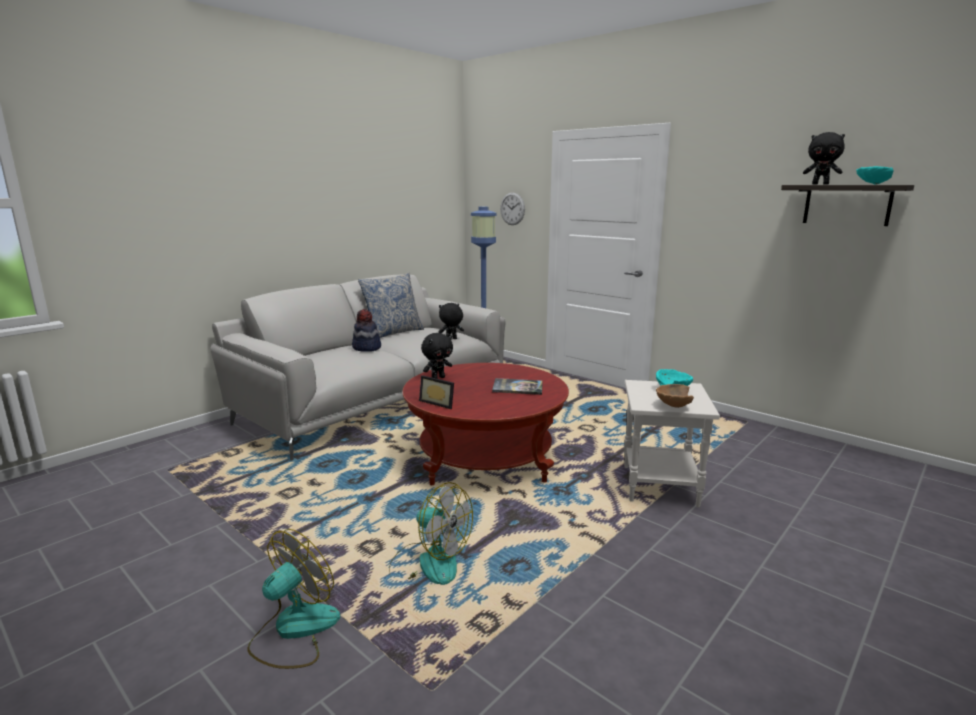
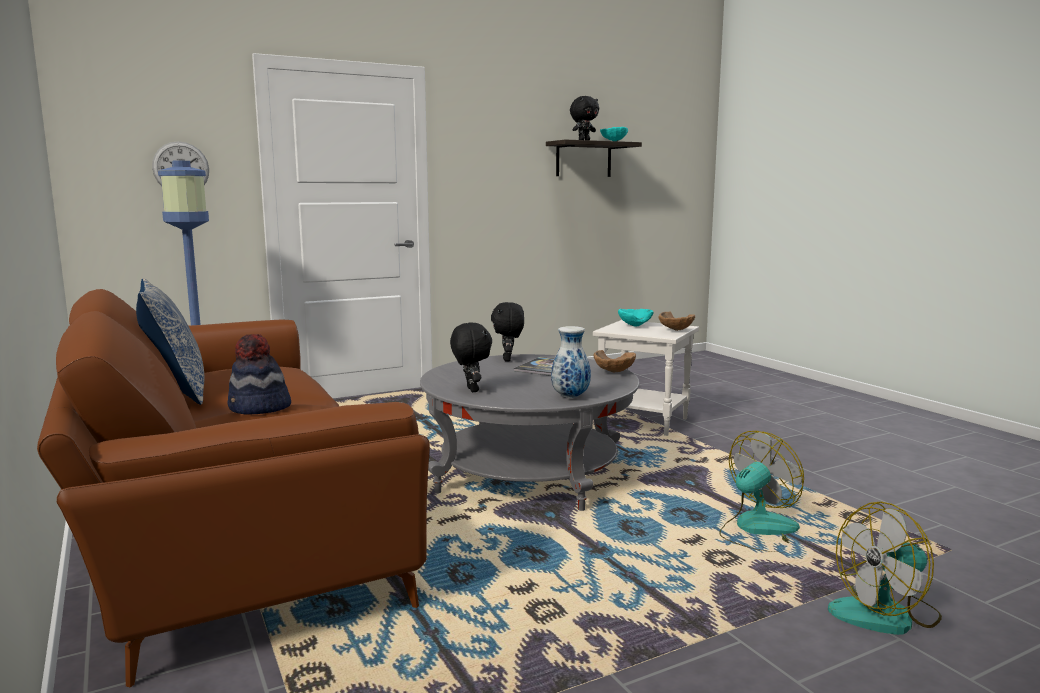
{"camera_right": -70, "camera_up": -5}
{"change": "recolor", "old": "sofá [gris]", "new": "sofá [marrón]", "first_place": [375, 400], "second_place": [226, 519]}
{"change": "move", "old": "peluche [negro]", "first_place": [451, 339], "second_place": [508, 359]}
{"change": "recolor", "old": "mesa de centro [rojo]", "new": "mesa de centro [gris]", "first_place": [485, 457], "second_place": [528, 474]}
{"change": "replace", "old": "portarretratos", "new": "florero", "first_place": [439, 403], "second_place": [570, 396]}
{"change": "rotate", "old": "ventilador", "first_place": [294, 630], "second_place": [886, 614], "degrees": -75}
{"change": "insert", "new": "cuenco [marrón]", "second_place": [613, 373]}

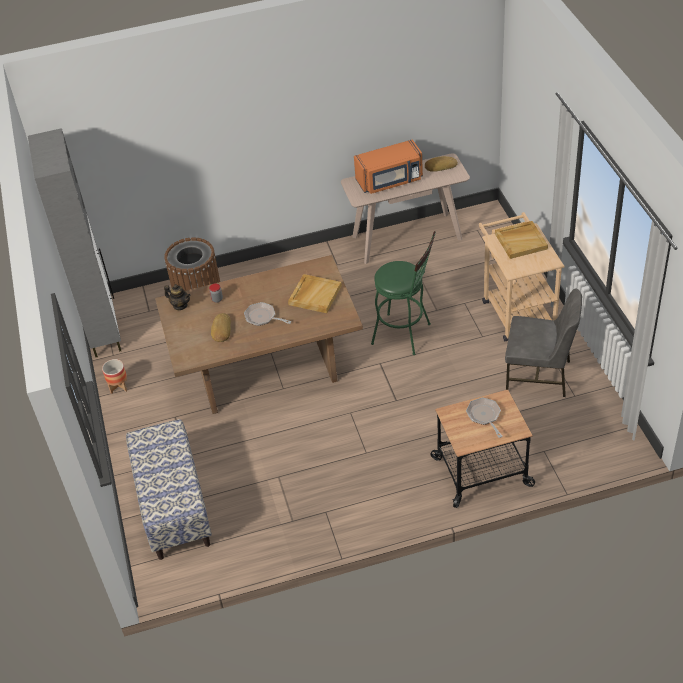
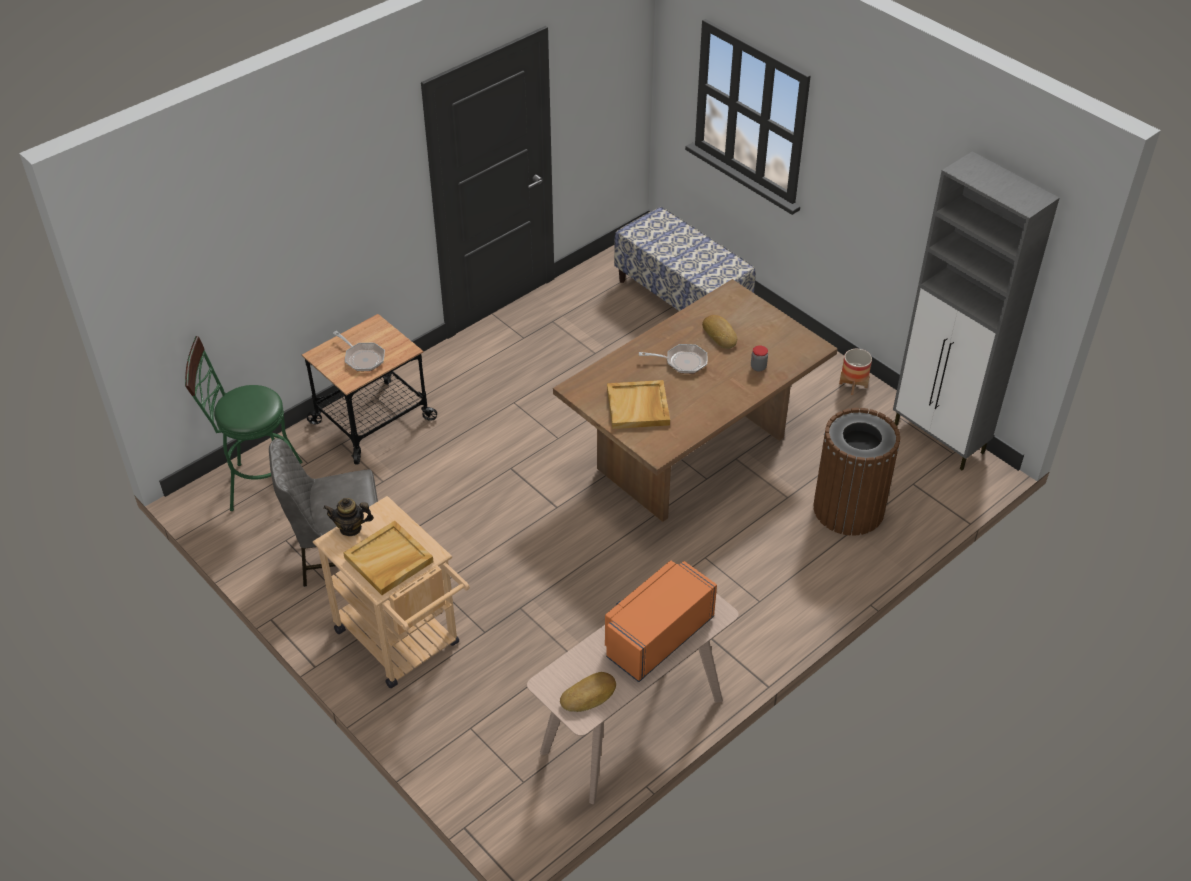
{"camera_right": 150, "camera_up": 0}
{"change": "move", "old": "taburete [verde]", "first_place": [406, 335], "second_place": [258, 486]}
{"change": "move", "old": "tetera", "first_place": [180, 305], "second_place": [351, 528]}

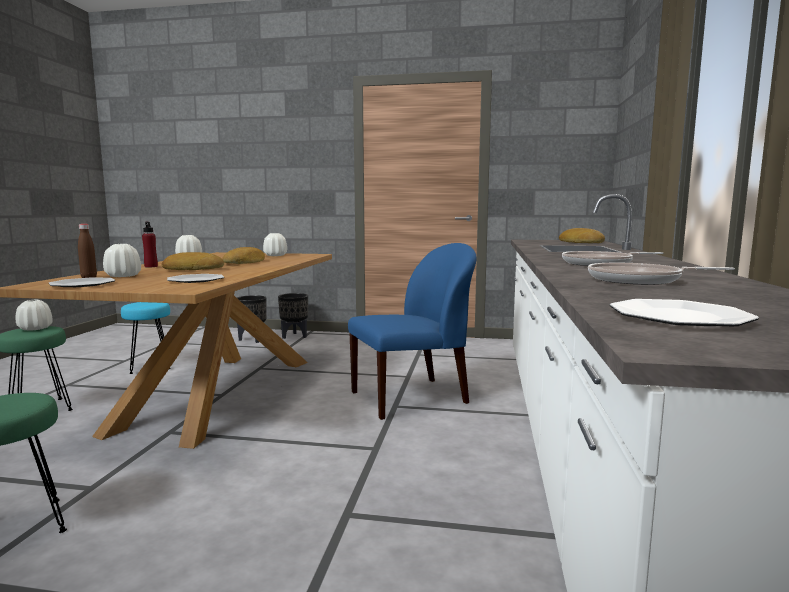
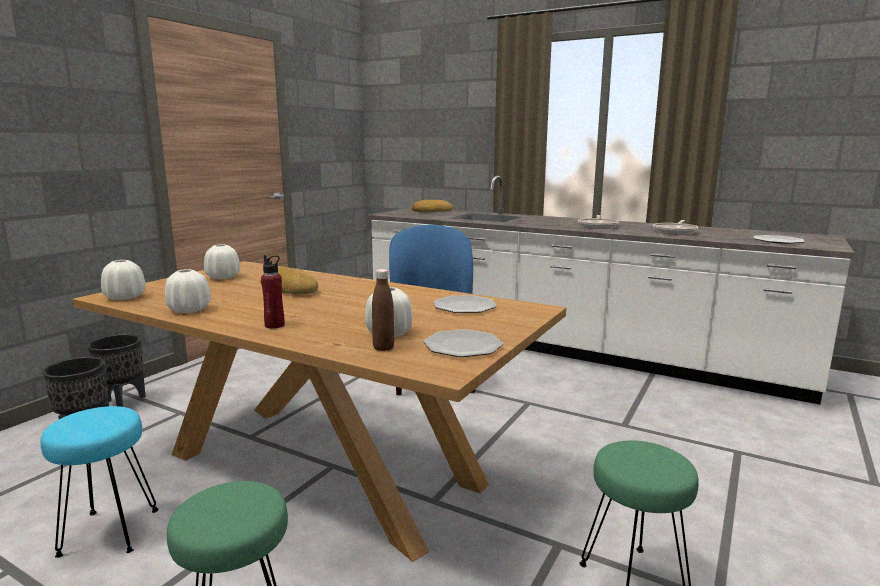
{"camera_right": -70, "camera_up": 5}
{"change": "delete", "old": "pan", "first_place": [193, 269]}
{"change": "move", "old": "florero [blanco]", "first_place": [35, 328], "second_place": [125, 297]}

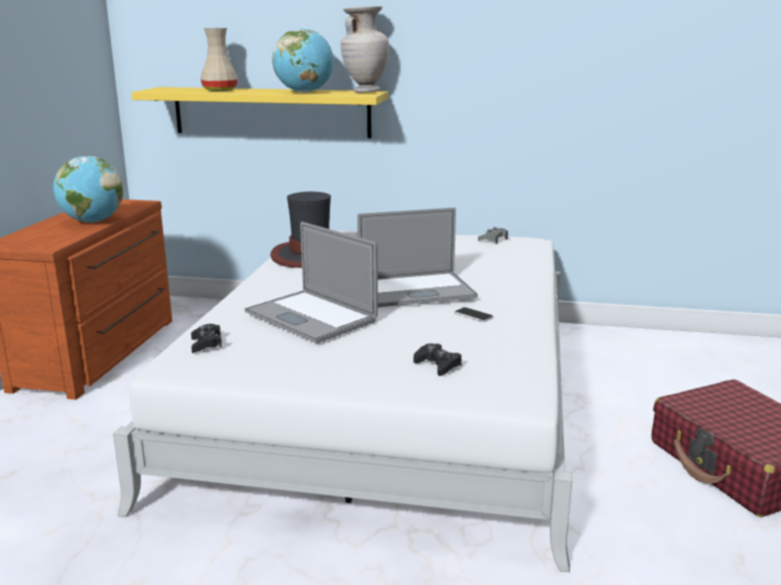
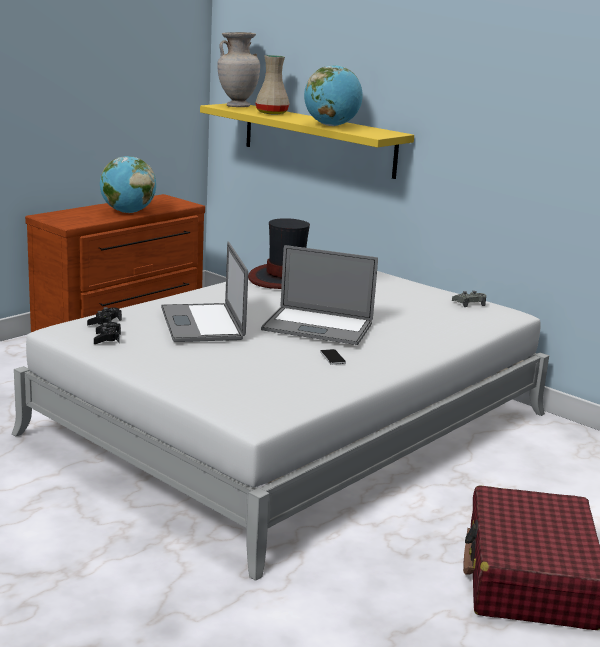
{"camera_right": 30, "camera_up": 0}
{"change": "move", "old": "florero [beis]", "first_place": [365, 92], "second_place": [237, 106]}
{"change": "move", "old": "mando de consola [negro]", "first_place": [437, 365], "second_place": [107, 338]}

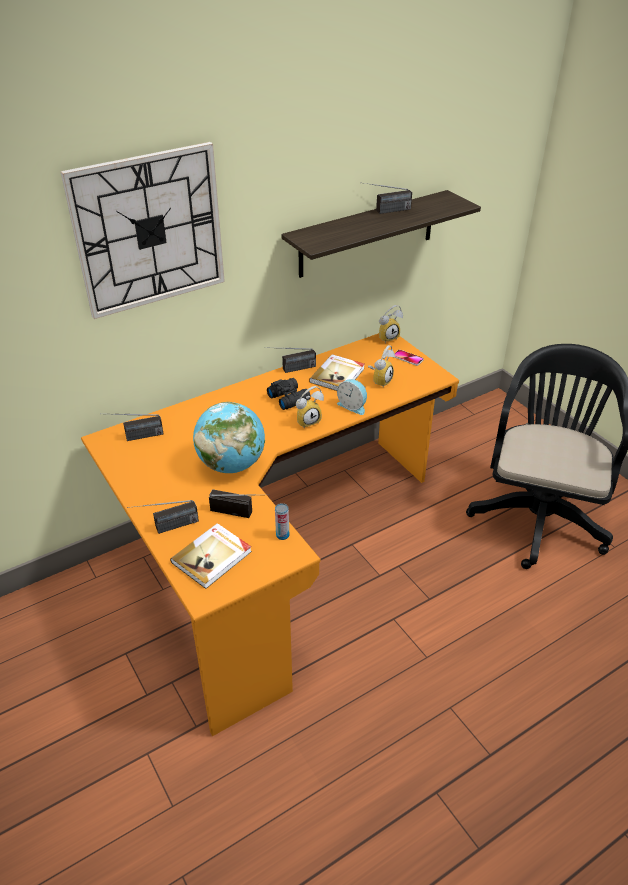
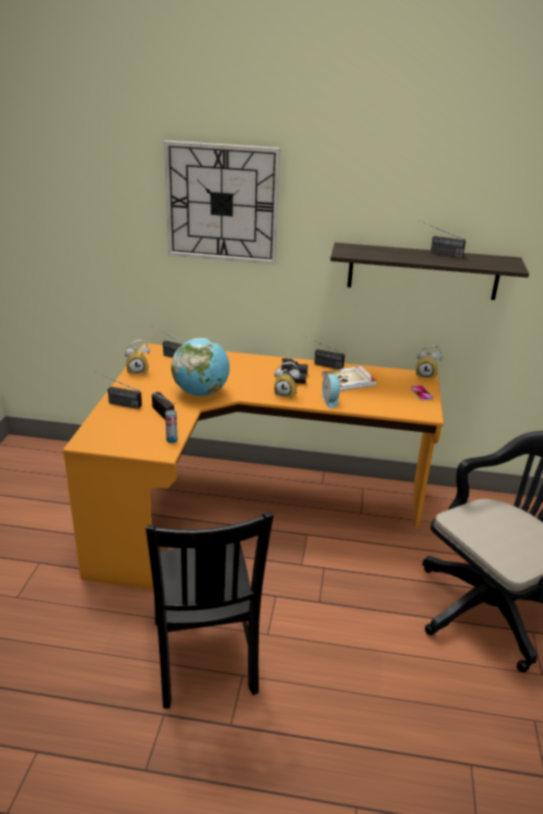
{"camera_right": 40, "camera_up": -10}
{"change": "move", "old": "despertador", "first_place": [380, 380], "second_place": [138, 371]}
{"change": "delete", "old": "libro", "first_place": [212, 557]}
{"change": "insert", "new": "silla [negro]", "second_place": [204, 659]}

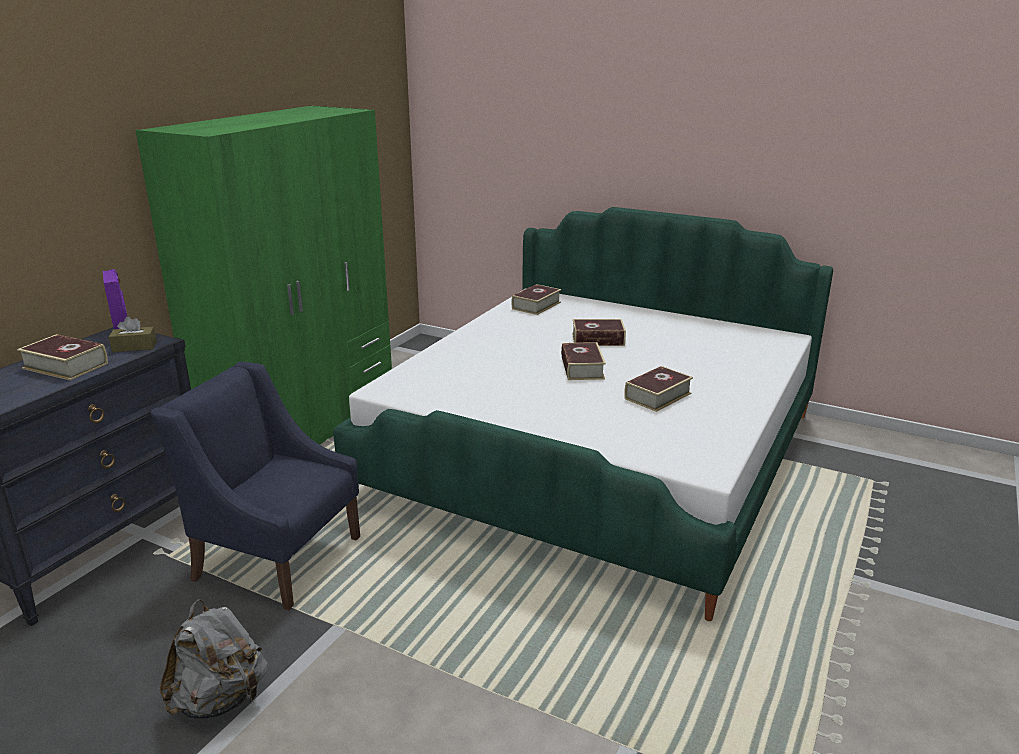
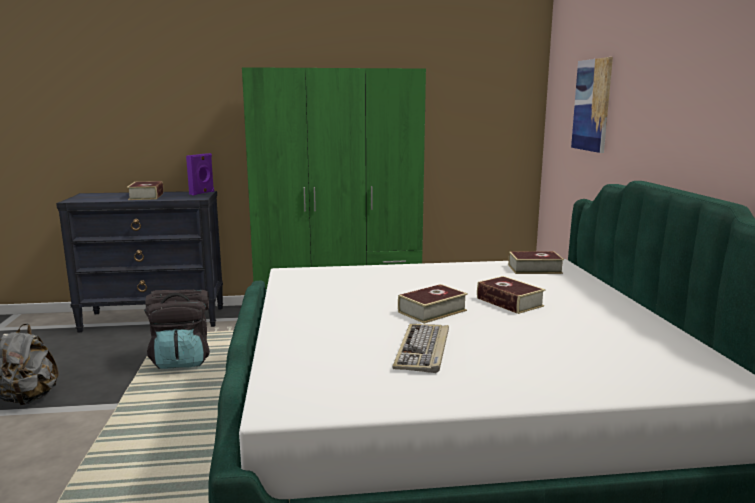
{"camera_right": 55, "camera_up": -10}
{"change": "delete", "old": "caja de pañuelos [marrón]", "first_place": [134, 347]}
{"change": "replace", "old": "sillón [azul]", "new": "mochila [negro]", "first_place": [277, 556], "second_place": [182, 360]}
{"change": "replace", "old": "libro", "new": "teclado", "first_place": [657, 396], "second_place": [423, 350]}
{"change": "insert", "new": "cuadro", "second_place": [592, 105]}

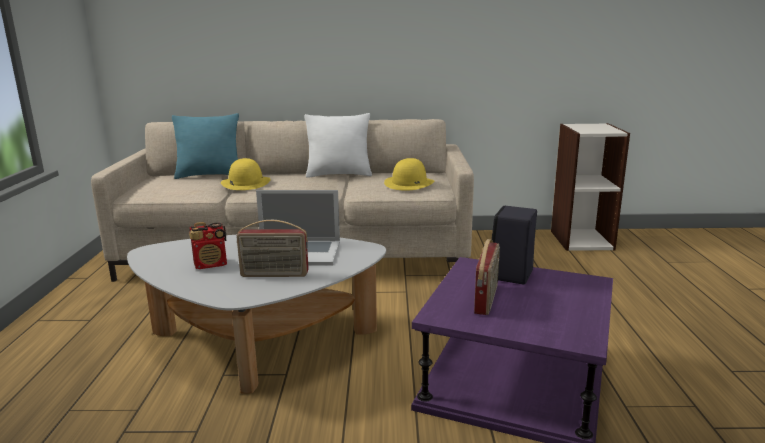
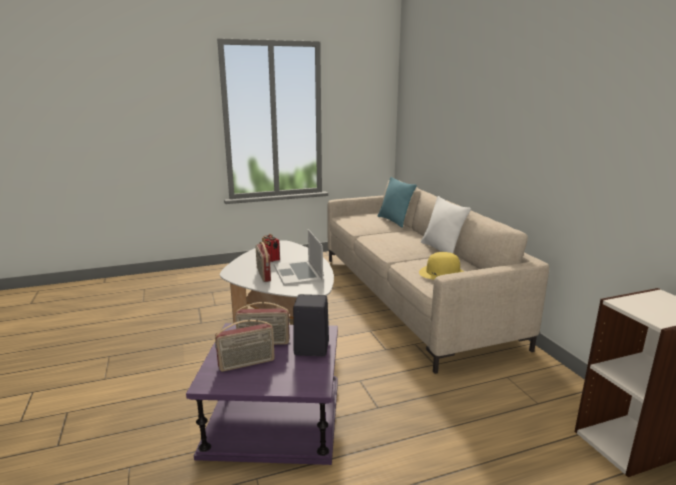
{"camera_right": 70, "camera_up": 0}
{"change": "delete", "old": "sombrero [amarillo]", "first_place": [245, 183]}
{"change": "insert", "new": "radio", "second_place": [247, 364]}

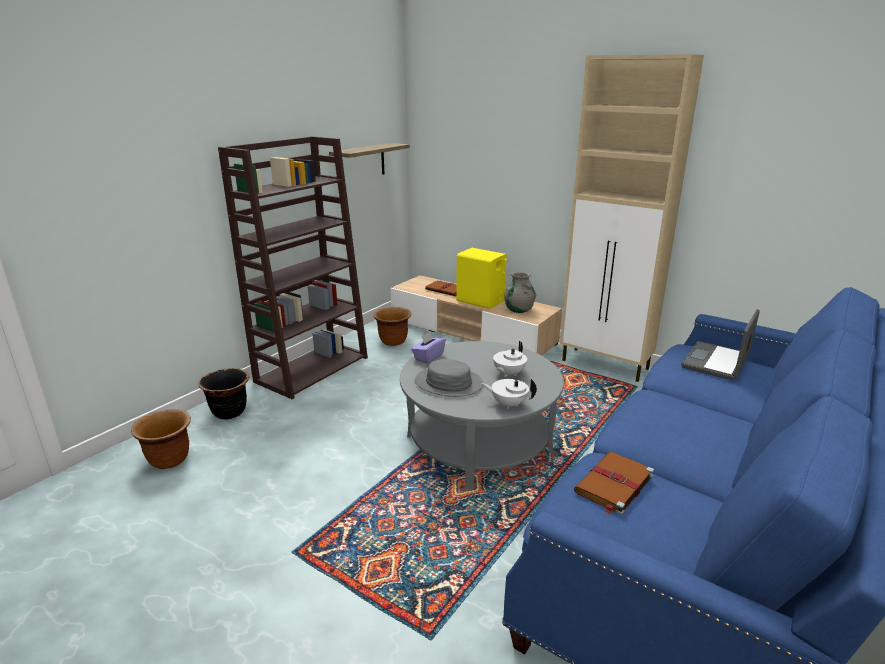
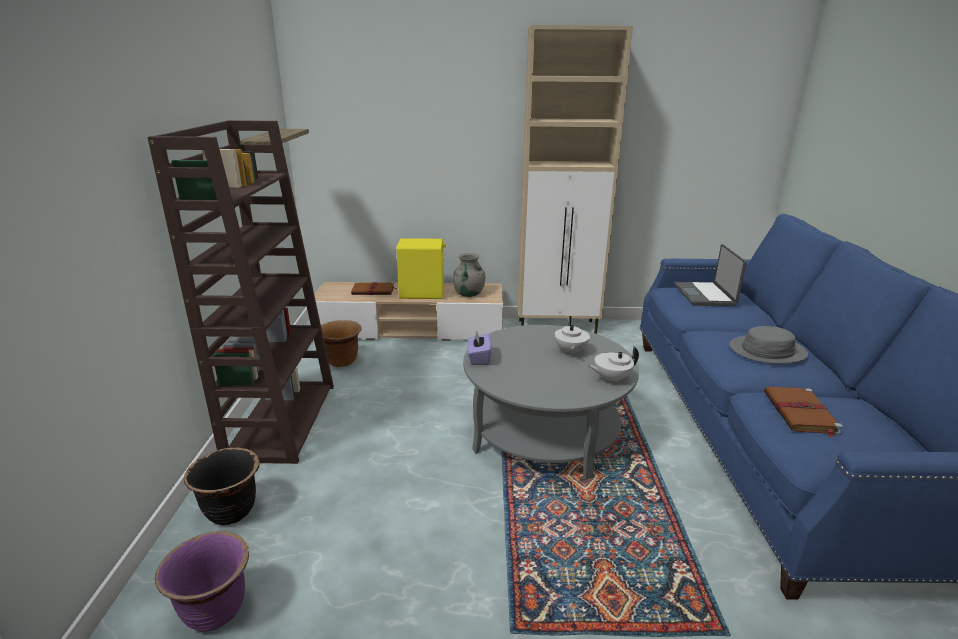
{"camera_right": -35, "camera_up": 0}
{"change": "move", "old": "sombrero [gris]", "first_place": [448, 383], "second_place": [767, 351]}
{"change": "recolor", "old": "maceta [marrón]", "new": "maceta [morado]", "first_place": [169, 460], "second_place": [215, 611]}

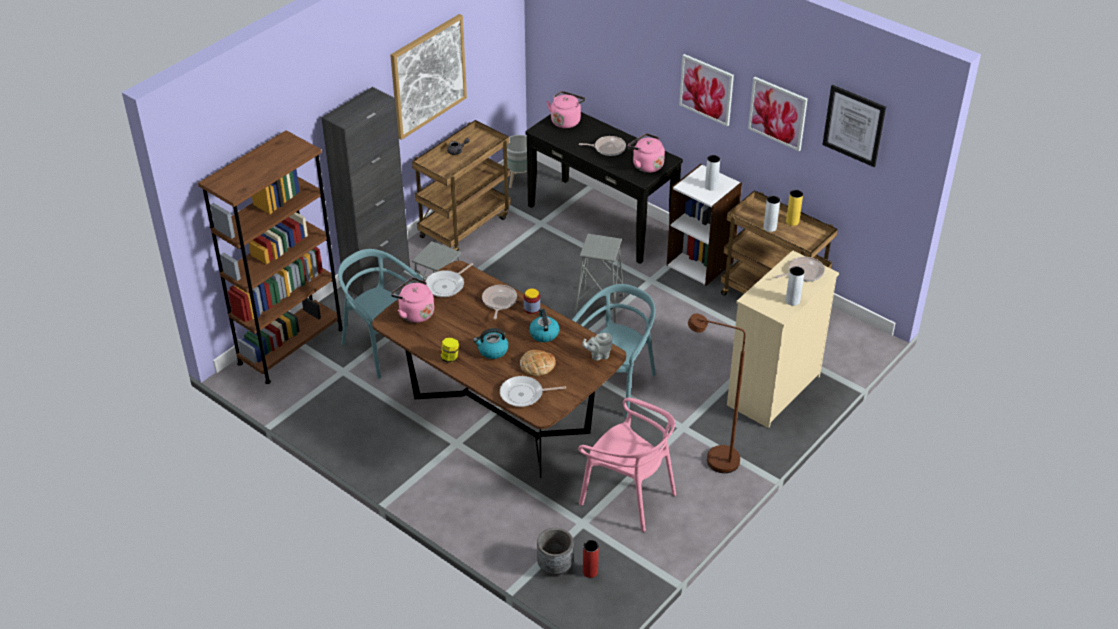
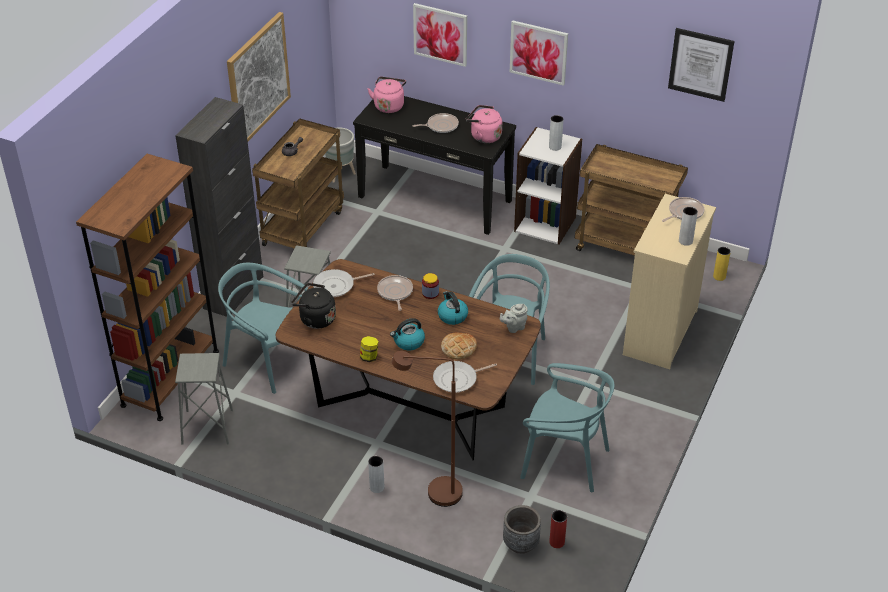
{"camera_right": -15, "camera_up": 0}
{"change": "move", "old": "cuadro", "first_place": [777, 113], "second_place": [440, 34]}
{"change": "move", "old": "florero [amarillo]", "first_place": [792, 221], "second_place": [719, 276]}
{"change": "move", "old": "florero [gris]", "first_place": [769, 227], "second_place": [377, 487]}
{"change": "move", "old": "taburete [gris]", "first_place": [599, 305], "second_place": [207, 427]}
{"change": "rotate", "old": "sartén", "first_place": [446, 285], "second_place": [336, 286], "degrees": 45}
{"change": "recolor", "old": "hervidor [rosa]", "new": "hervidor [negro]", "first_place": [414, 313], "second_place": [315, 319]}
{"change": "move", "old": "lámpara de pie [marrón]", "first_place": [713, 459], "second_place": [435, 493]}
{"change": "recolor", "old": "silla [rosa]", "new": "silla [turquesa]", "first_place": [628, 496], "second_place": [564, 461]}

